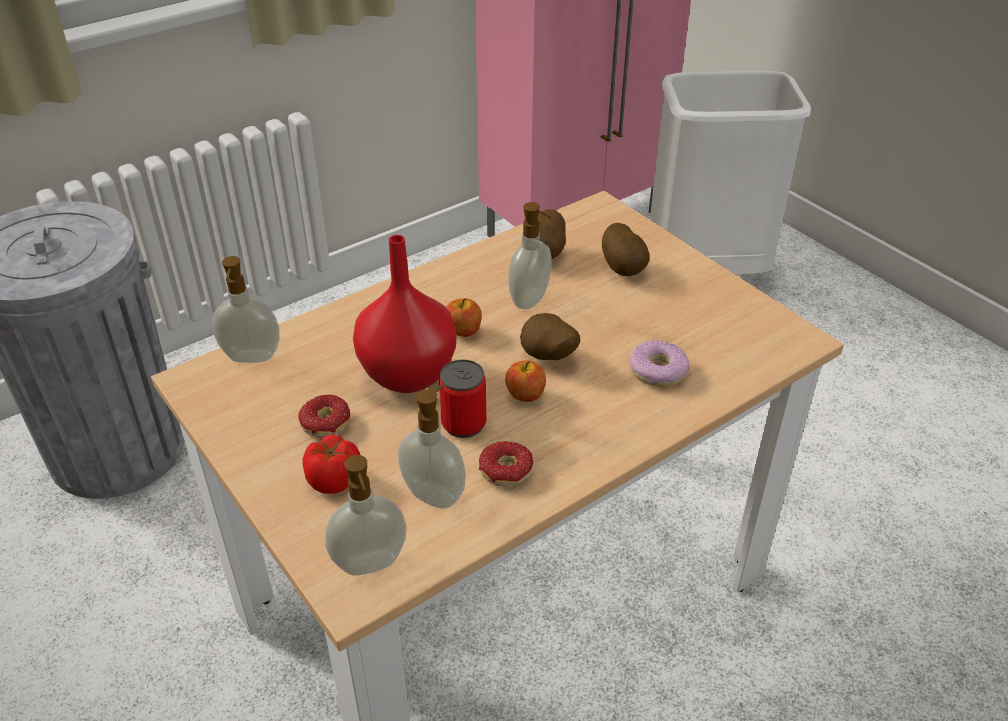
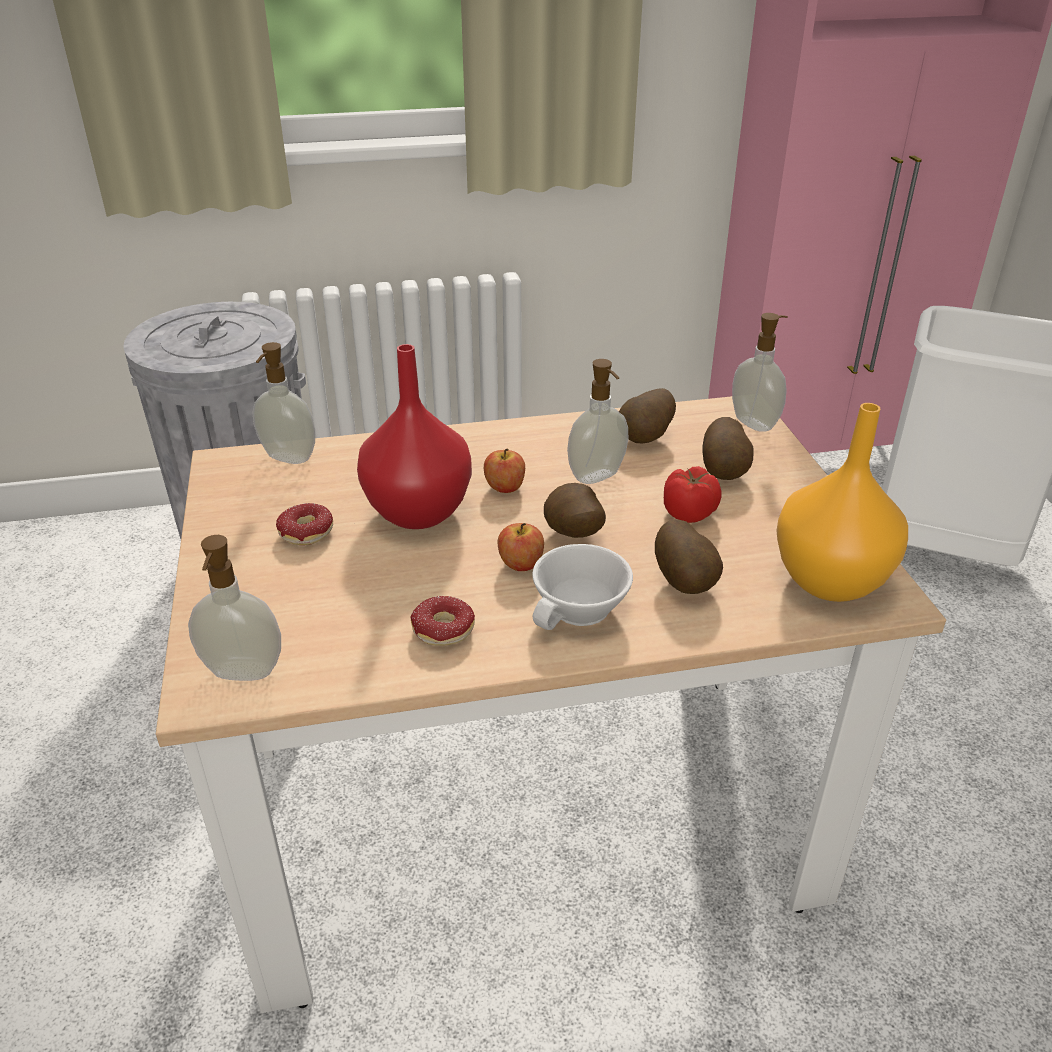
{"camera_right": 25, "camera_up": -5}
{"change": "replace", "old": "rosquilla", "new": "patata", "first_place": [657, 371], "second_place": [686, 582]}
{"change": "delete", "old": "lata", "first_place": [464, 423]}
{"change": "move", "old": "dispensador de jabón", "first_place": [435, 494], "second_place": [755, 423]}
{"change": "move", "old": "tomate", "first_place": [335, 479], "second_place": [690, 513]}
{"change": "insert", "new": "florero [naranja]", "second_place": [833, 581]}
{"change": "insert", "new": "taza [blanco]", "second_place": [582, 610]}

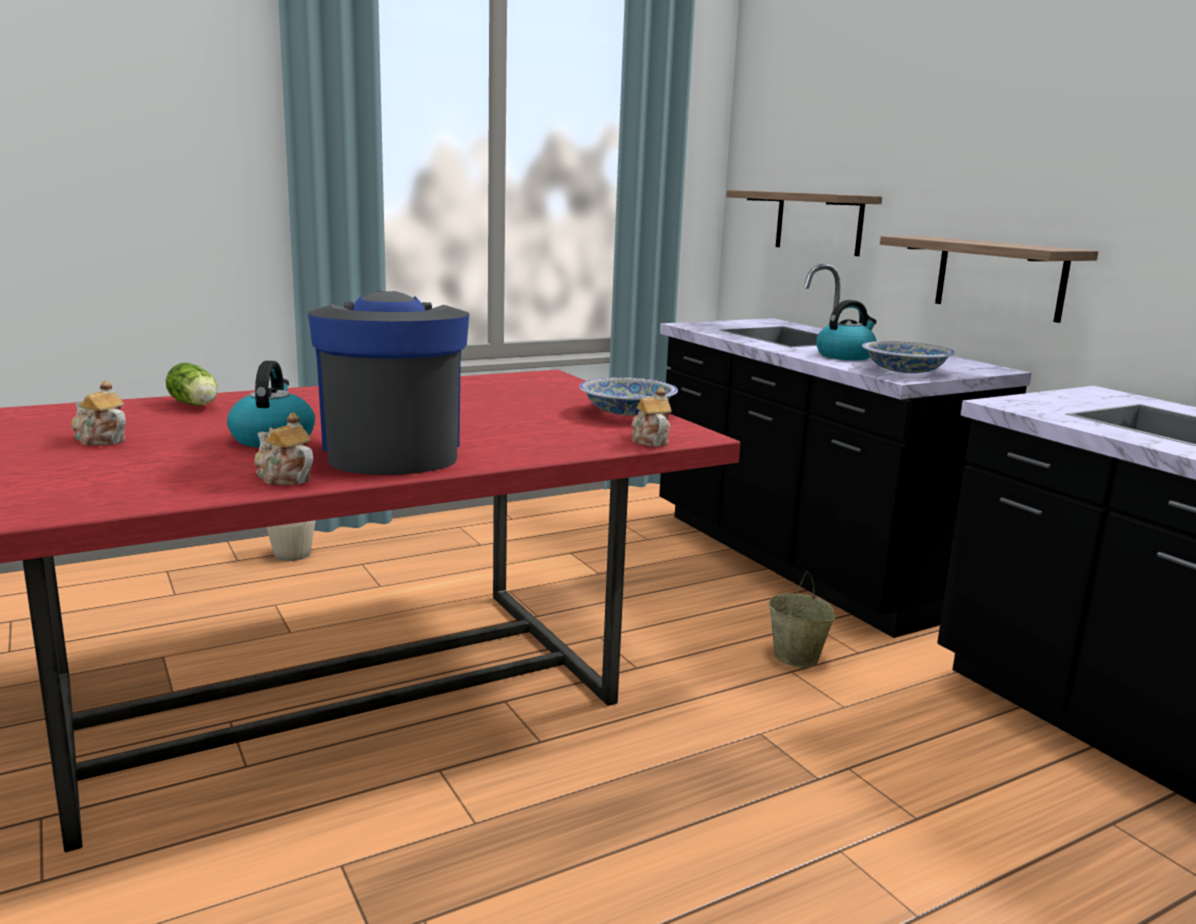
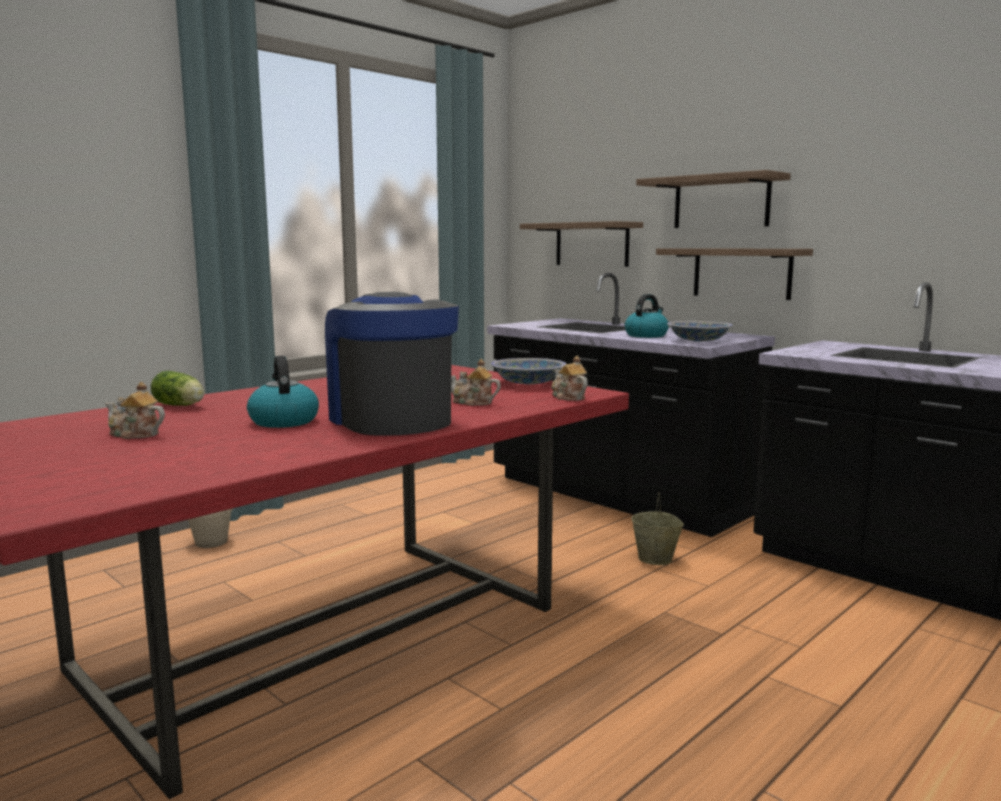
{"camera_right": -15, "camera_up": -5}
{"change": "move", "old": "tetera", "first_place": [283, 478], "second_place": [473, 403]}
{"change": "insert", "new": "estante", "second_place": [721, 202]}

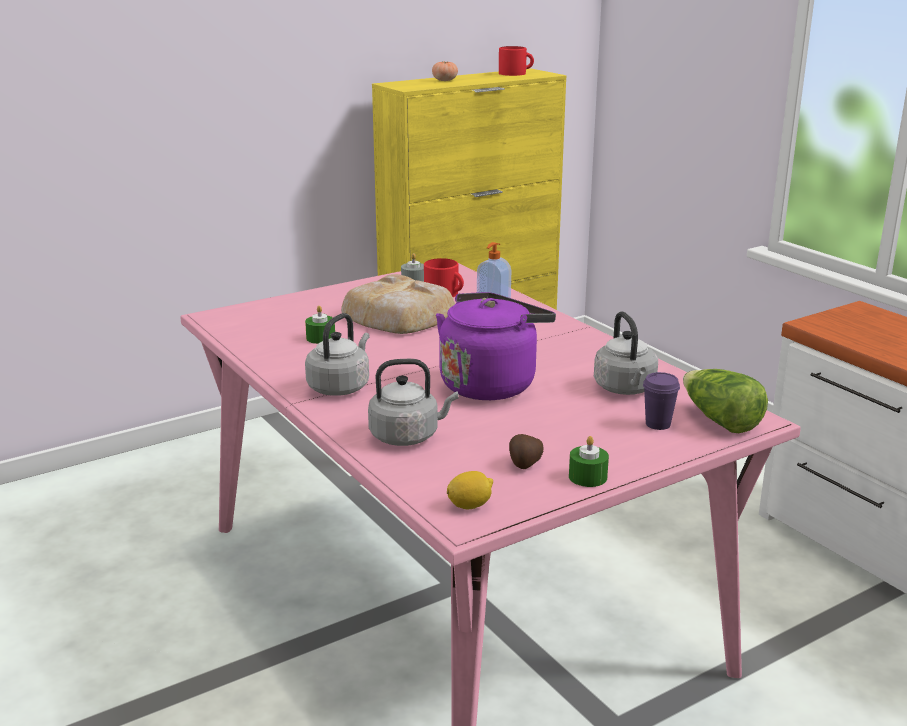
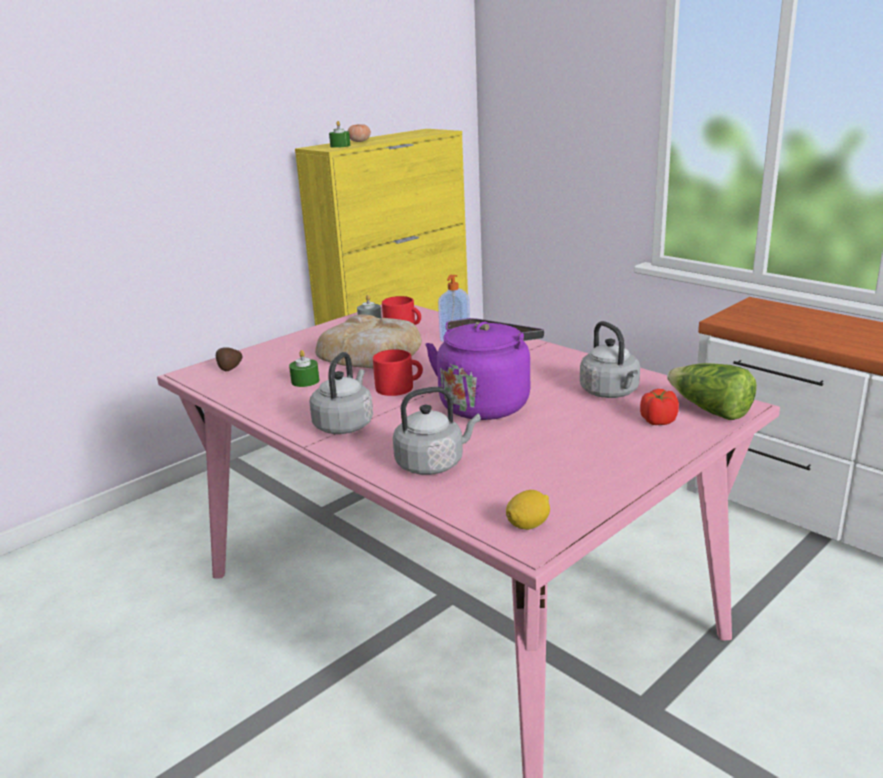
{"camera_right": -10, "camera_up": 0}
{"change": "move", "old": "taza grande [rojo]", "first_place": [516, 73], "second_place": [399, 387]}
{"change": "replace", "old": "taza [morado]", "new": "tomate", "first_place": [658, 424], "second_place": [658, 421]}
{"change": "move", "old": "patata", "first_place": [524, 464], "second_place": [229, 369]}
{"change": "move", "old": "vela [verde]", "first_place": [587, 477], "second_place": [340, 146]}

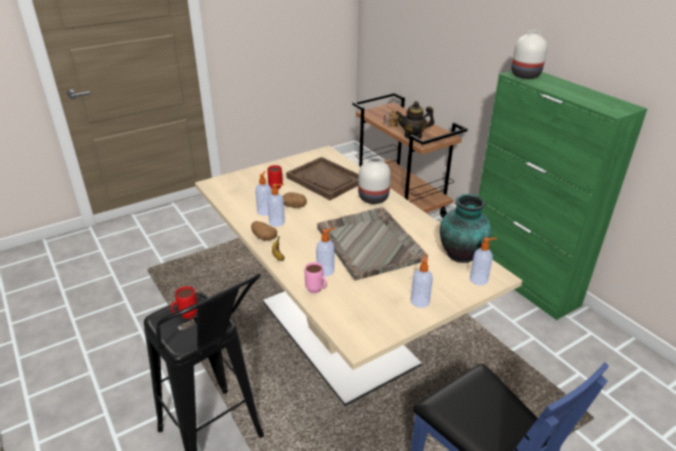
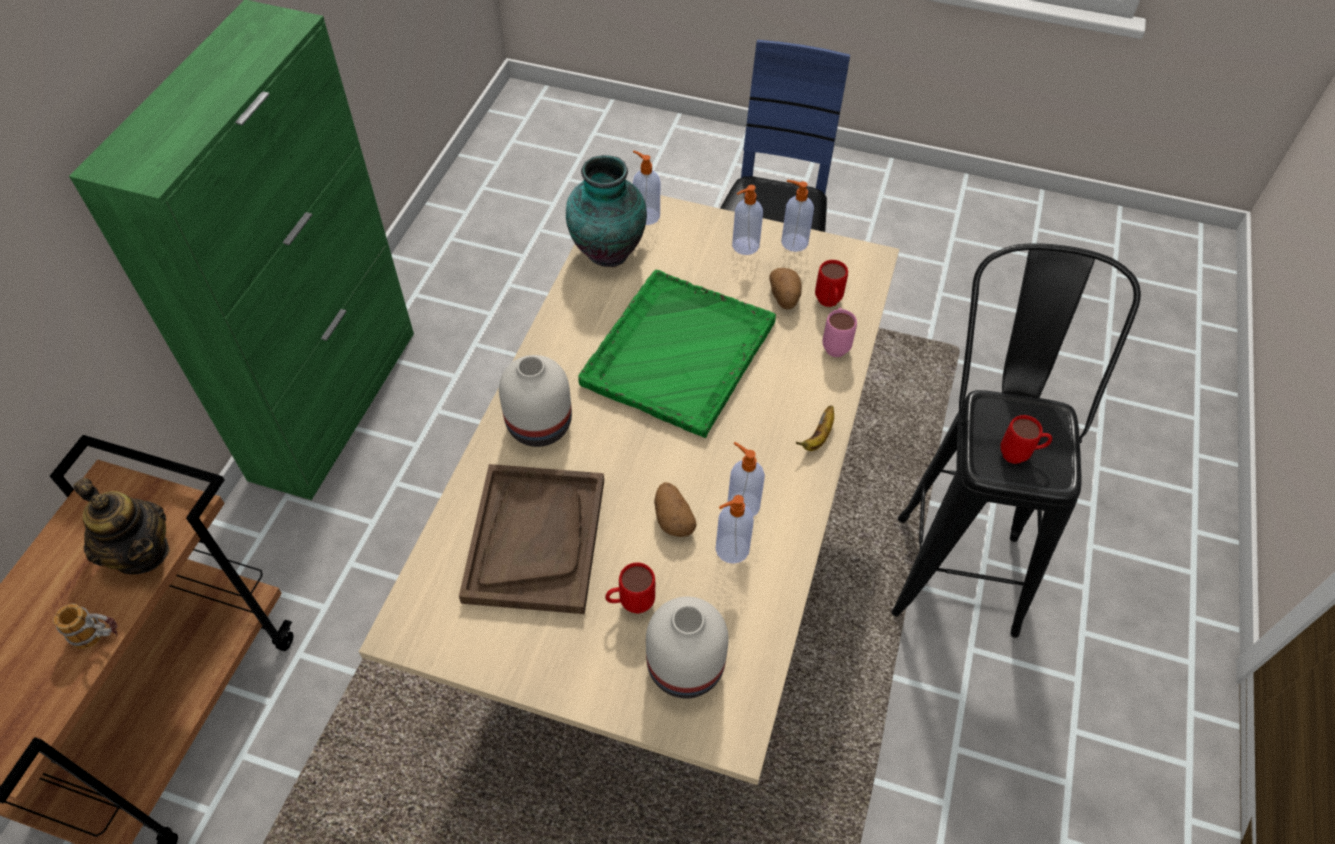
{"camera_right": -130, "camera_up": 20}
{"change": "move", "old": "florero [blanco]", "first_place": [525, 75], "second_place": [683, 668]}
{"change": "recolor", "old": "bandeja [gris]", "new": "bandeja [verde]", "first_place": [369, 243], "second_place": [677, 354]}
{"change": "move", "old": "patata", "first_place": [263, 237], "second_place": [784, 298]}
{"change": "move", "old": "dispensador de jabón", "first_place": [326, 270], "second_place": [793, 242]}
{"change": "insert", "new": "taza grande [rojo]", "second_place": [828, 304]}

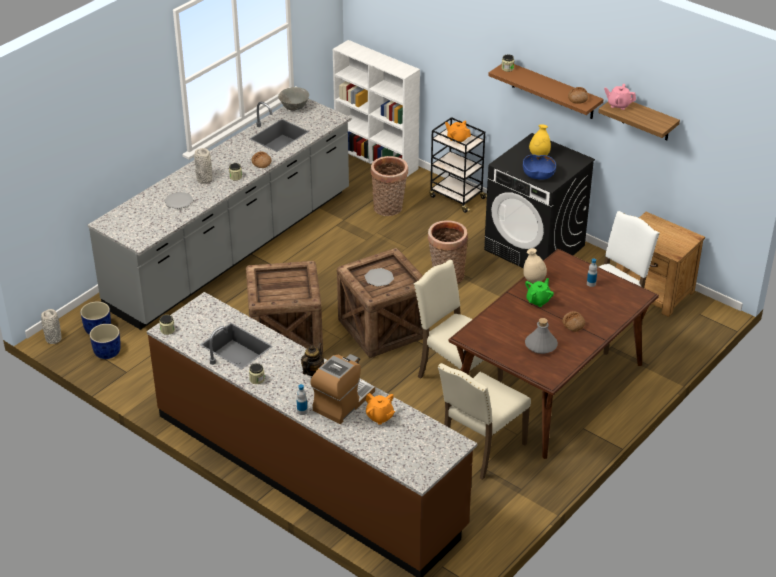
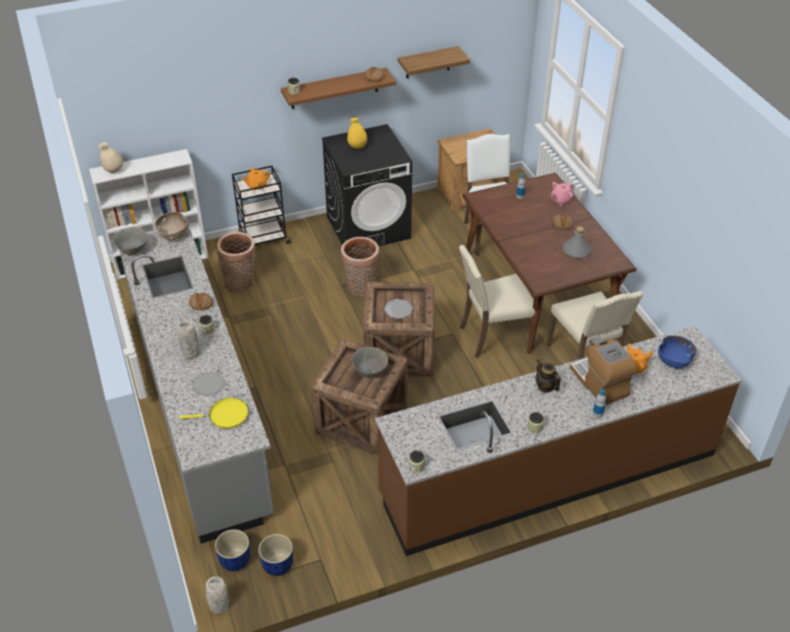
{"camera_right": -60, "camera_up": 5}
{"change": "move", "old": "tetera [rosa]", "first_place": [618, 105], "second_place": [560, 200]}
{"change": "move", "old": "cuenco [azul]", "first_place": [538, 175], "second_place": [673, 360]}
{"change": "move", "old": "florero [beis]", "first_place": [534, 280], "second_place": [113, 170]}
{"change": "delete", "old": "tetera [verde]", "first_place": [538, 300]}
{"change": "insert", "new": "cuenco [marrón]", "second_place": [173, 234]}
{"change": "insert", "new": "cuenco [gris]", "second_place": [369, 371]}
{"change": "insert", "new": "sartén [amarillo]", "second_place": [225, 416]}

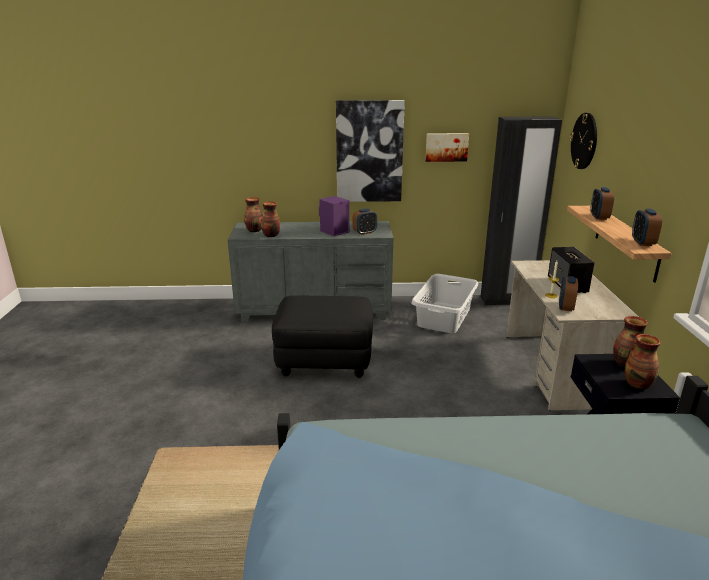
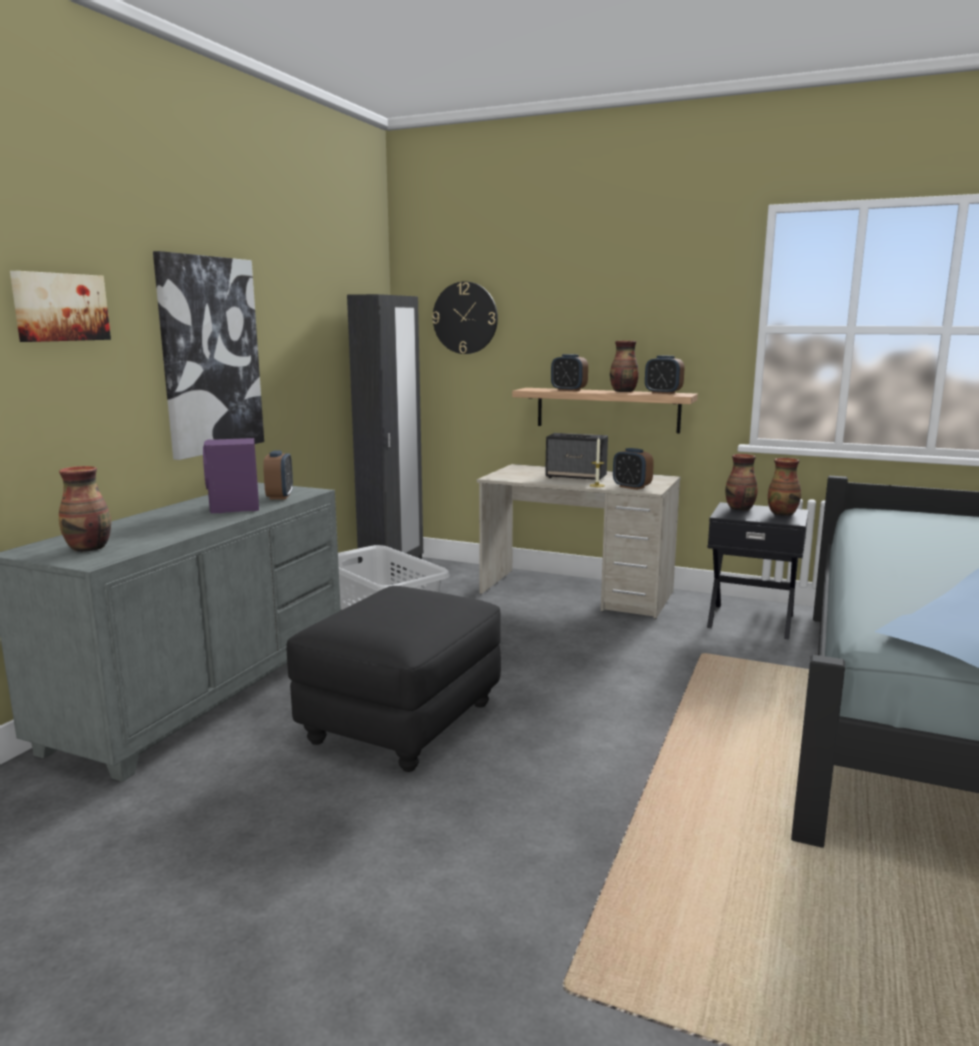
{"camera_right": -65, "camera_up": -10}
{"change": "move", "old": "cuadro", "first_place": [446, 147], "second_place": [60, 307]}
{"change": "move", "old": "florero", "first_place": [270, 235], "second_place": [624, 392]}

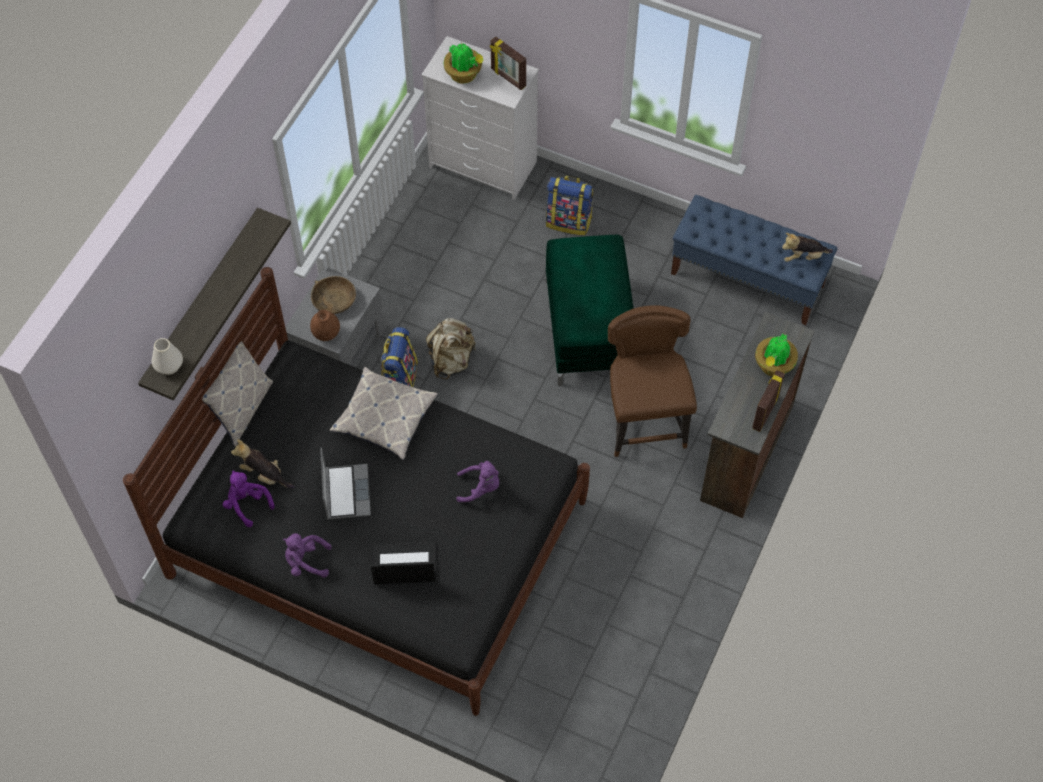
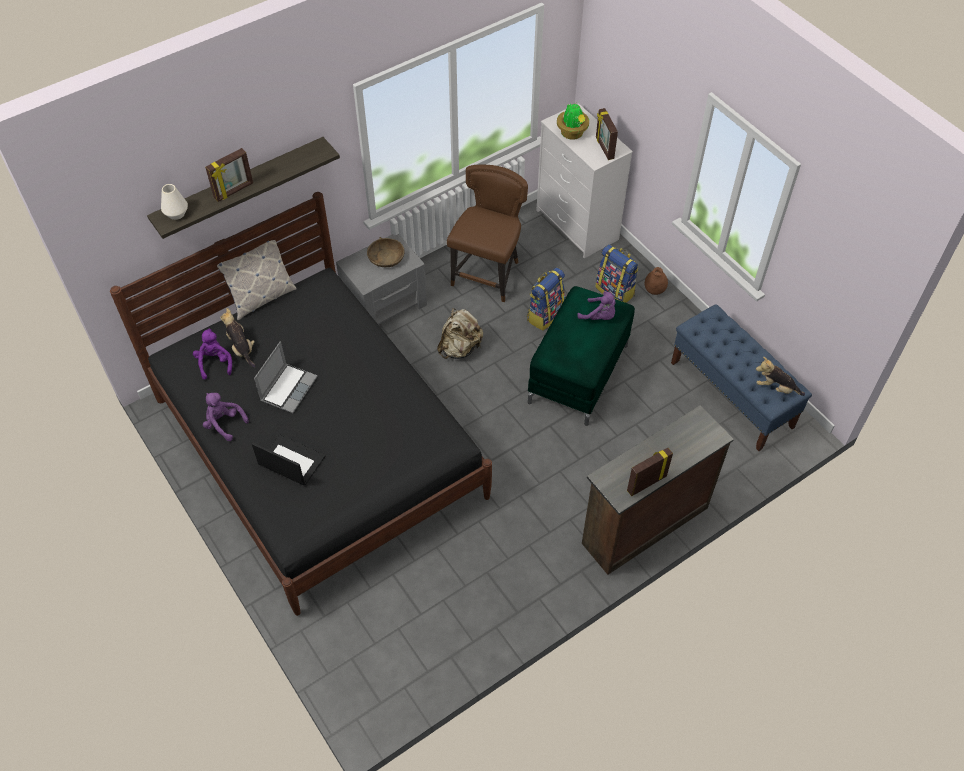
{"camera_right": 30, "camera_up": -5}
{"change": "move", "old": "silla [marrón]", "first_place": [645, 421], "second_place": [488, 274]}
{"change": "move", "old": "florero [marrón]", "first_place": [326, 334], "second_place": [654, 290]}
{"change": "move", "old": "mochila", "first_place": [399, 380], "second_place": [545, 314]}
{"change": "delete", "old": "planta en maceta", "first_place": [773, 366]}
{"change": "delete", "old": "cojín", "first_place": [384, 417]}
{"change": "move", "old": "peluche [morado]", "first_place": [480, 488], "second_place": [599, 316]}
{"change": "insert", "new": "portarretratos", "second_place": [234, 191]}

